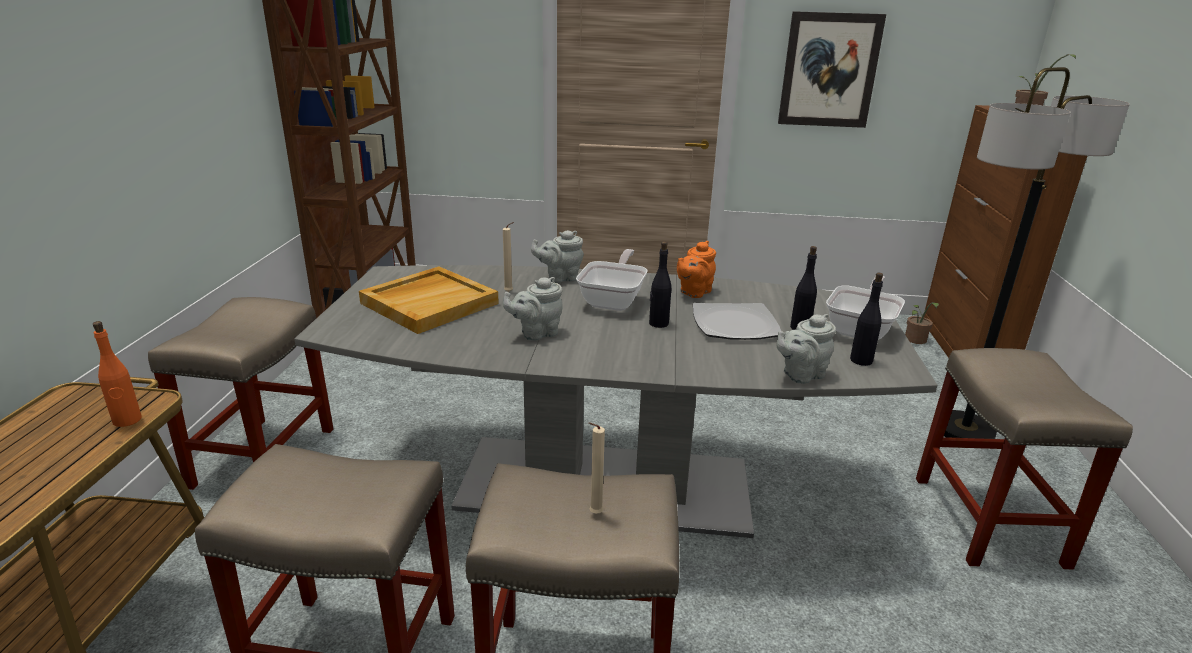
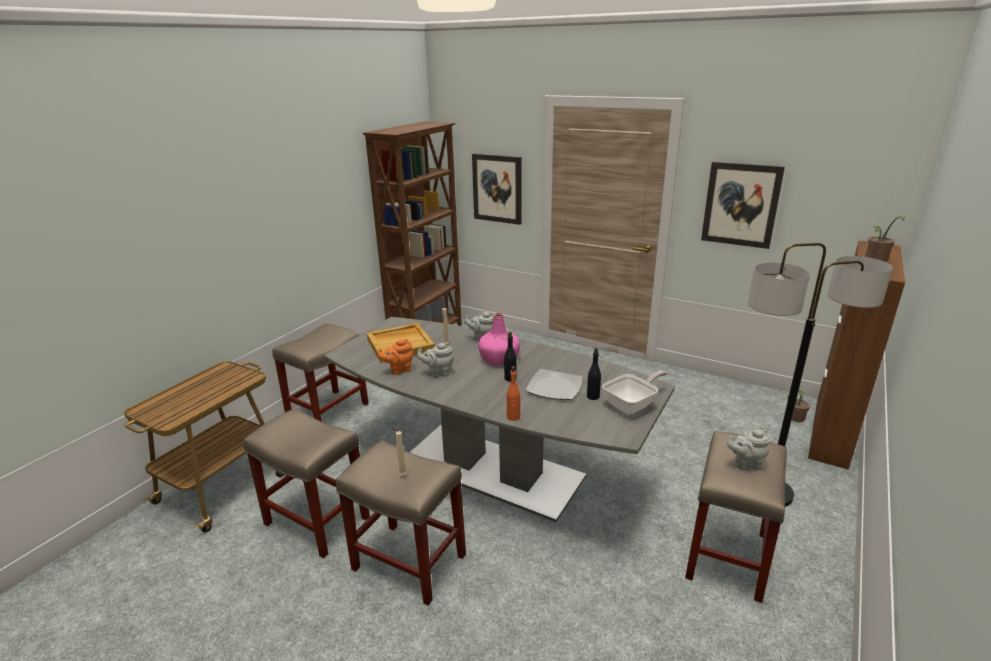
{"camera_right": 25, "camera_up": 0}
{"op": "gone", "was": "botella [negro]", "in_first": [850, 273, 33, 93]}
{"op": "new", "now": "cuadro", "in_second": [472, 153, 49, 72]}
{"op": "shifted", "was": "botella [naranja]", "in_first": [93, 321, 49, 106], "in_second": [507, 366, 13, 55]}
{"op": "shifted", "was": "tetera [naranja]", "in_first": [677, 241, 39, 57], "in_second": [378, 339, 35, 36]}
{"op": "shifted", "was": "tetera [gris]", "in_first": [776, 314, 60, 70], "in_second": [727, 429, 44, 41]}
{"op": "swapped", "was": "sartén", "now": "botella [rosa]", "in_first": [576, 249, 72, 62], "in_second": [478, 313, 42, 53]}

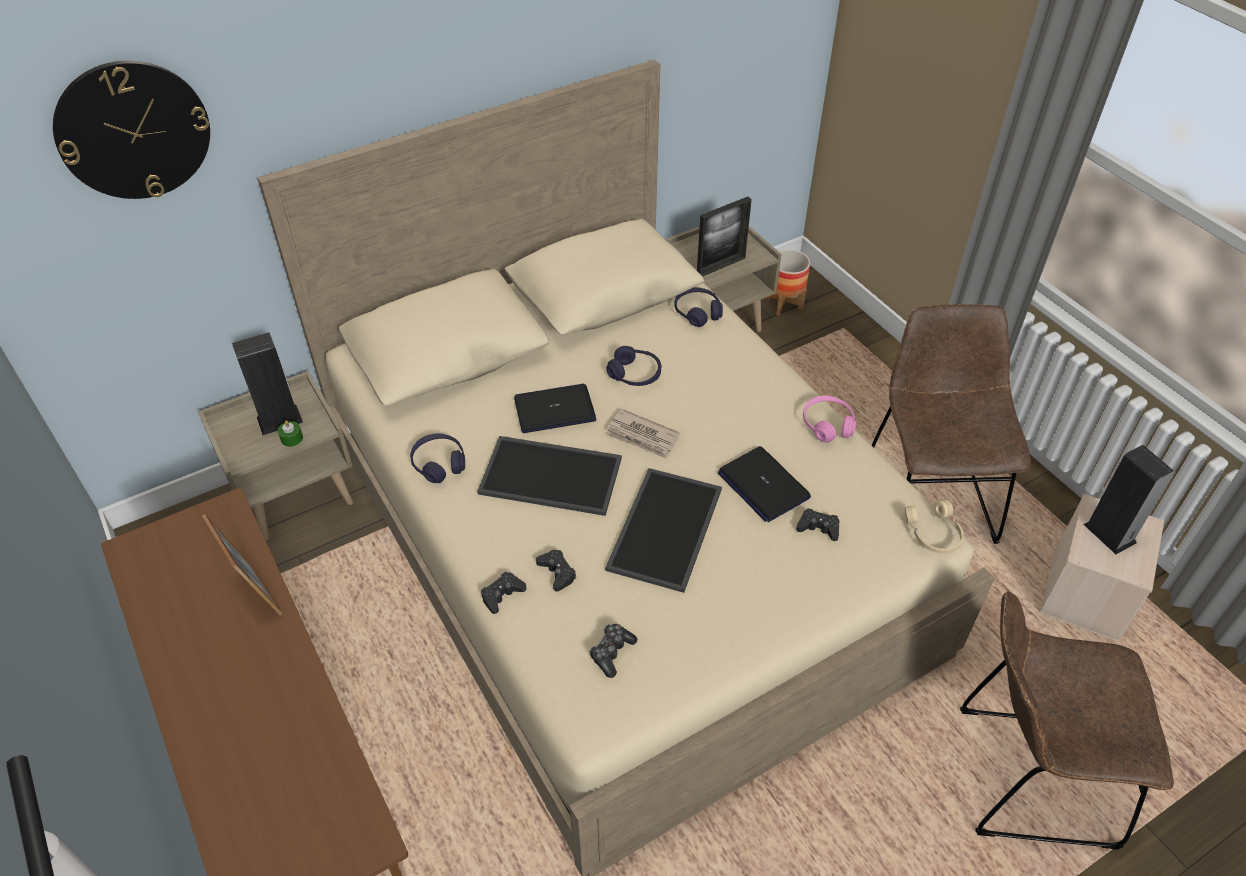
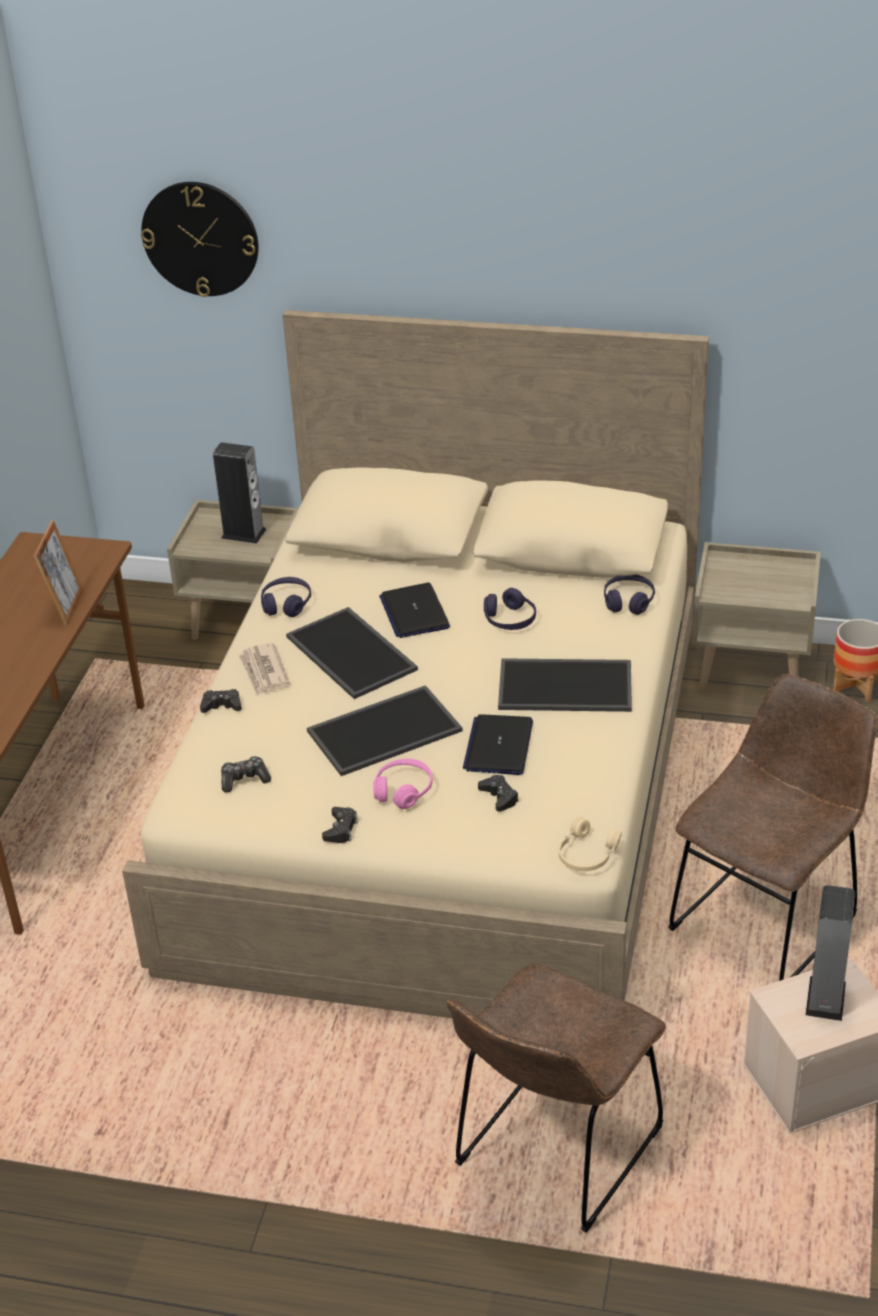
{"camera_right": 45, "camera_up": -10}
{"op": "gone", "was": "vela [verde]", "in_first": [278, 421, 25, 26]}
{"op": "gone", "was": "portarretratos", "in_first": [697, 197, 55, 80]}
{"op": "new", "now": "bandeja", "in_second": [498, 658, 134, 54]}
{"op": "shifted", "was": "mando de consola [negro]", "in_first": [536, 550, 41, 42], "in_second": [322, 807, 36, 36]}
{"op": "shifted", "was": "periódico", "in_first": [606, 409, 74, 50], "in_second": [238, 643, 52, 53]}
{"op": "shifted", "was": "auriculares [rosa]", "in_first": [803, 396, 53, 47], "in_second": [373, 759, 60, 50]}
{"op": "rotated", "was": "portátil", "in_first": [514, 384, 82, 49], "in_second": [379, 583, 71, 55], "clockwise": -135}
{"op": "rotated", "was": "silla [marrón]", "in_first": [960, 591, 214, 259], "in_second": [447, 963, 219, 270], "clockwise": -105}

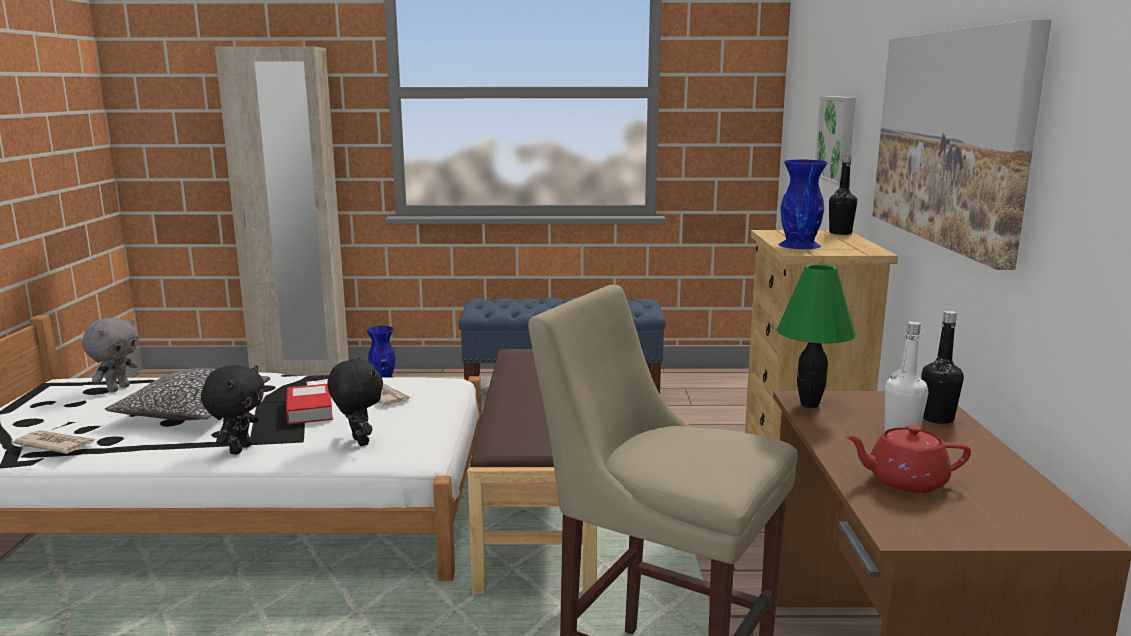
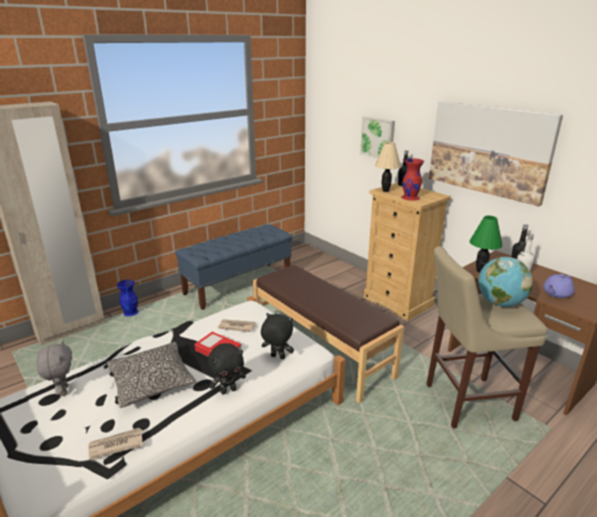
{"camera_right": -40, "camera_up": 10}
{"op": "new", "now": "lámpara de mesa [beis]", "in_second": [375, 142, 26, 50]}
{"op": "new", "now": "globo terráqueo", "in_second": [478, 257, 55, 50]}
{"op": "repainted", "was": "florero [azul]", "now": "florero [rojo]", "in_first": [778, 160, 49, 89], "in_second": [401, 158, 23, 43]}
{"op": "repainted", "was": "tetera [rojo]", "now": "tetera [morado]", "in_first": [846, 425, 125, 68], "in_second": [543, 274, 31, 24]}
{"op": "rotated", "was": "peluche [negro]", "in_first": [201, 365, 64, 90], "in_second": [208, 343, 38, 52], "clockwise": 90}

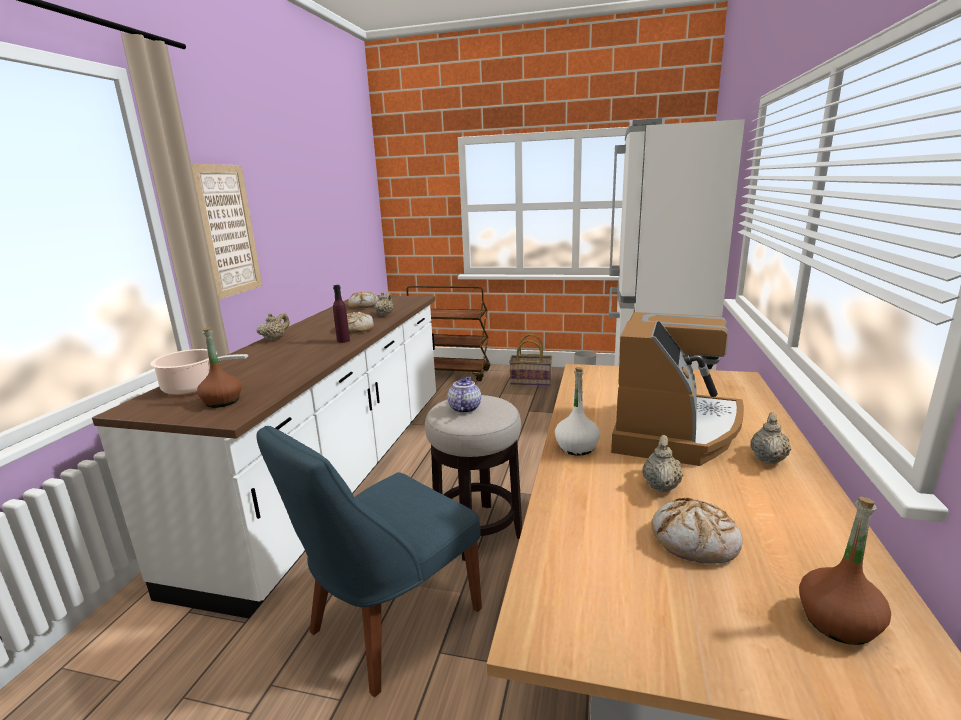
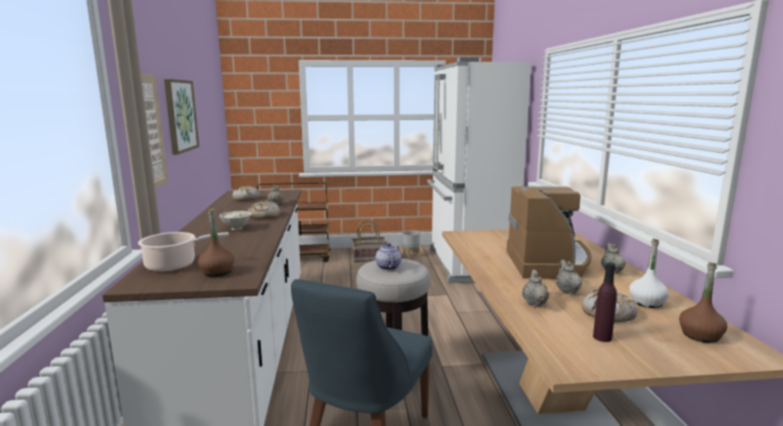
{"camera_right": -20, "camera_up": -5}
{"op": "new", "now": "cuadro", "in_second": [164, 79, 35, 76]}
{"op": "new", "now": "cuenco [blanco]", "in_second": [219, 211, 33, 19]}
{"op": "shifted", "was": "tetera [beis]", "in_first": [257, 313, 33, 28], "in_second": [522, 270, 28, 37]}
{"op": "shifted", "was": "botella [morado]", "in_first": [333, 285, 17, 58], "in_second": [593, 263, 24, 79]}
{"op": "shifted", "was": "botella [blanco]", "in_first": [555, 367, 45, 88], "in_second": [629, 239, 40, 69]}

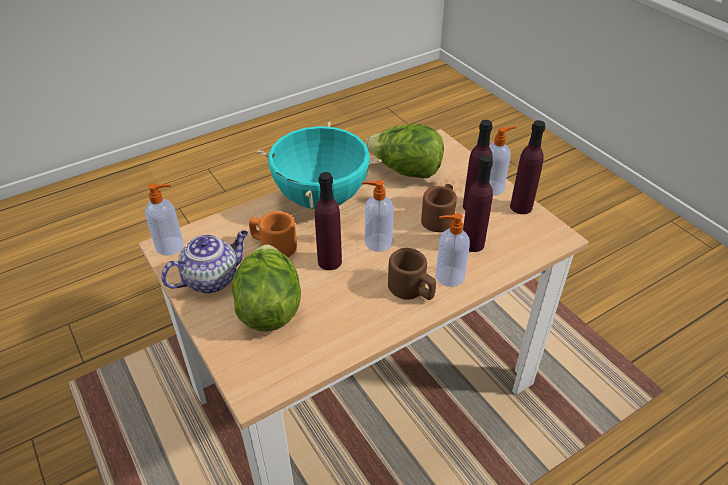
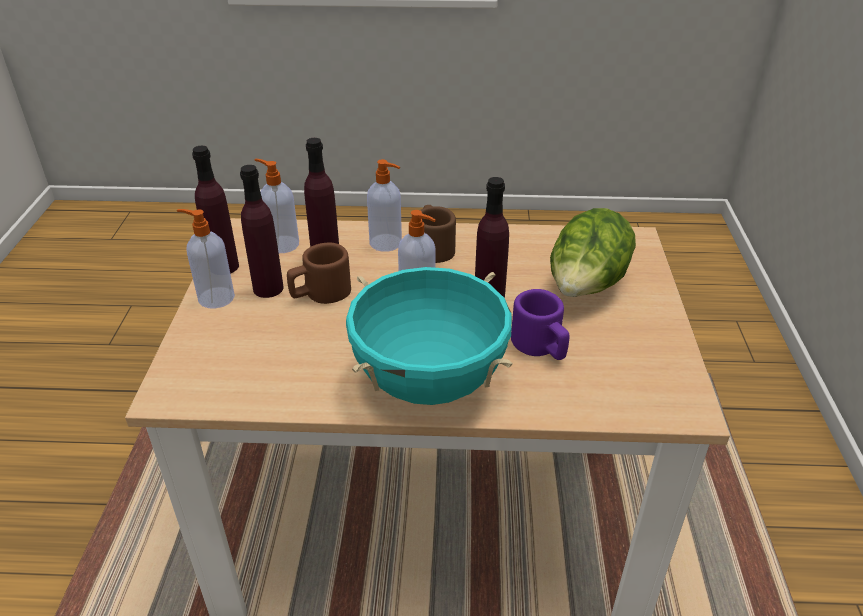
{"camera_right": -145, "camera_up": -5}
{"op": "gone", "was": "tetera", "in_first": [161, 230, 87, 64]}
{"op": "gone", "was": "lechuga", "in_first": [365, 124, 79, 54]}
{"op": "shifted", "was": "dispensador de jabón", "in_first": [145, 183, 39, 72], "in_second": [254, 159, 45, 94]}
{"op": "repainted", "was": "taza grande [naranja]", "now": "taza grande [morado]", "in_first": [249, 211, 48, 46], "in_second": [511, 289, 58, 71]}

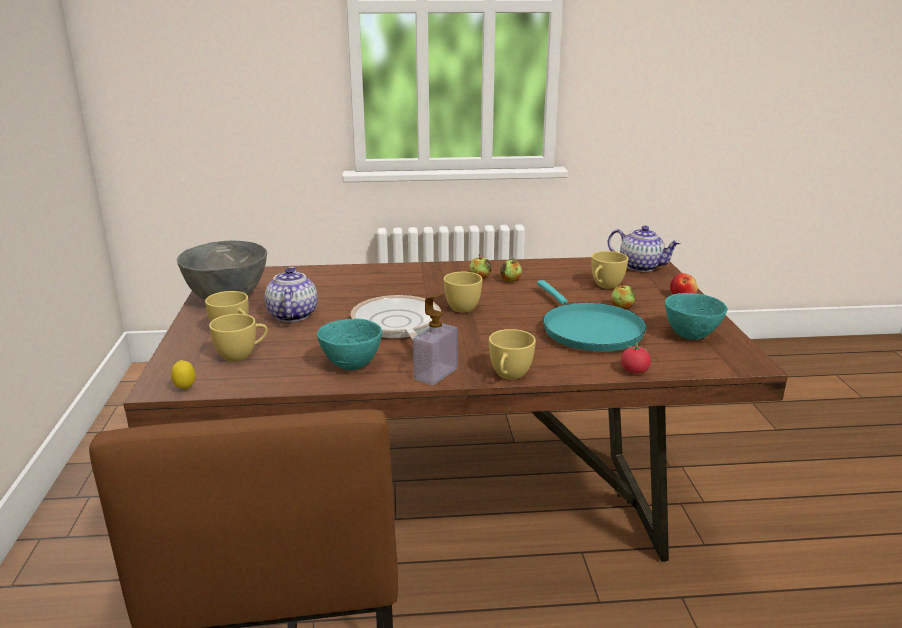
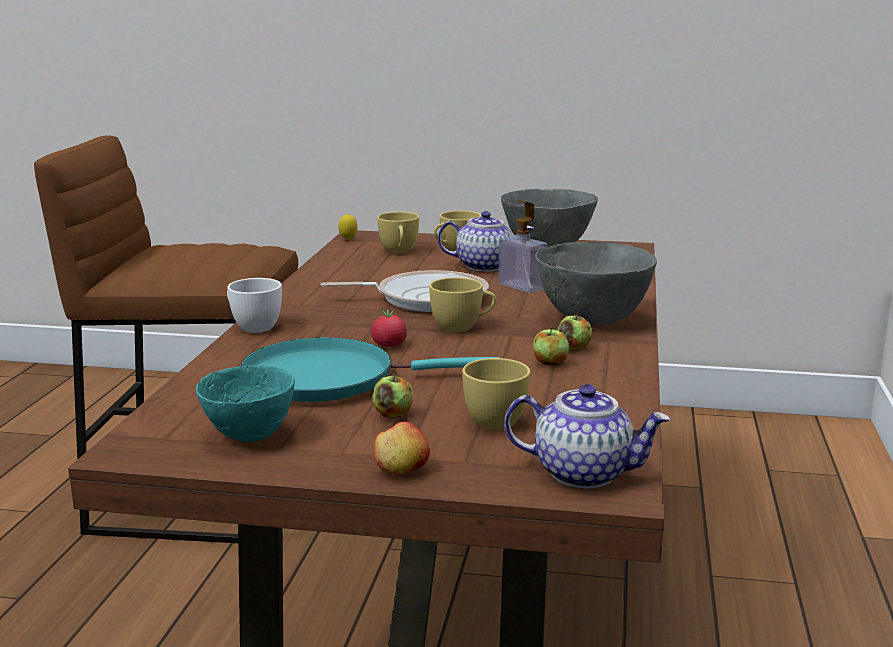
{"camera_right": 105, "camera_up": -5}
{"op": "gone", "was": "cuenco [turquesa]", "in_first": [317, 318, 65, 52]}
{"op": "new", "now": "cuenco [gris]", "in_second": [535, 242, 122, 83]}
{"op": "shifted", "was": "dispensador de jabón", "in_first": [413, 294, 45, 91], "in_second": [498, 200, 50, 93]}
{"op": "shifted", "was": "tomate", "in_first": [621, 342, 30, 32], "in_second": [371, 308, 36, 39]}
{"op": "repainted", "was": "taza [amarillo]", "now": "taza [blanco]", "in_first": [489, 329, 47, 51], "in_second": [227, 278, 55, 55]}
{"op": "rotated", "was": "tetera", "in_first": [608, 226, 73, 46], "in_second": [504, 384, 166, 105], "clockwise": -120}

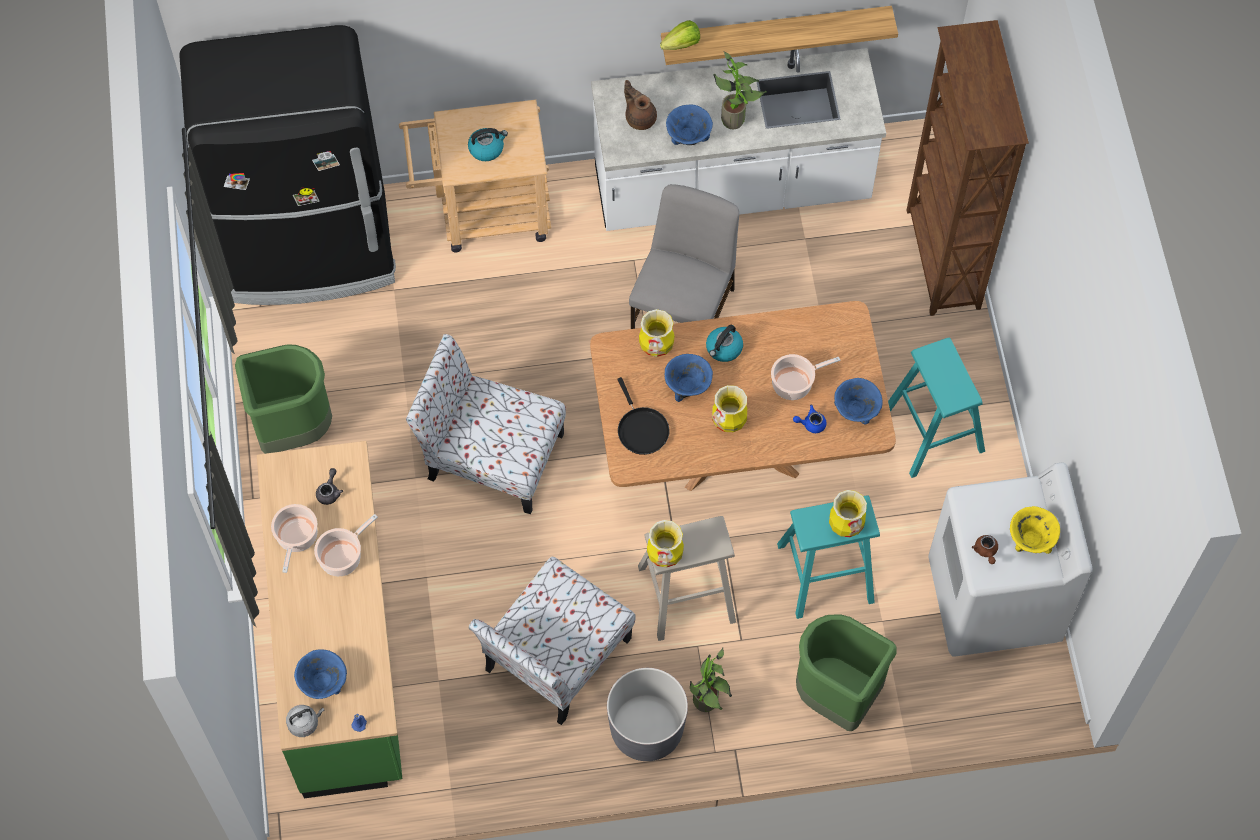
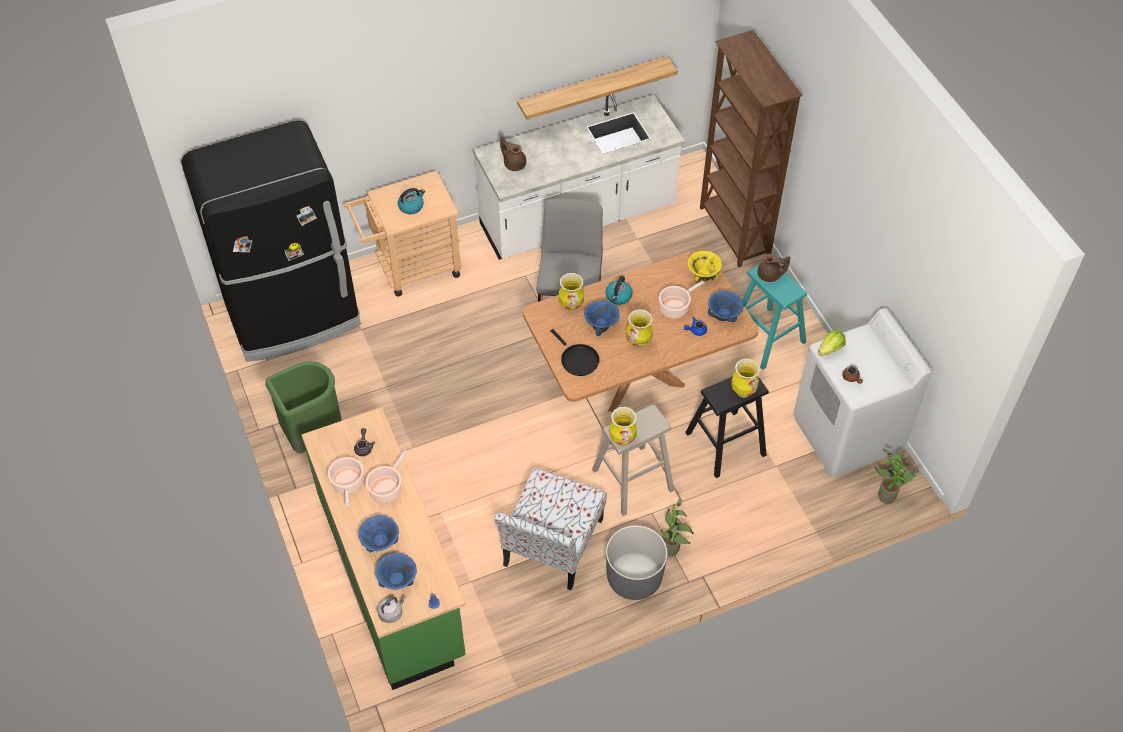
{"camera_right": -15, "camera_up": -10}
{"op": "gone", "was": "silla", "in_first": [406, 334, 160, 180]}
{"op": "gone", "was": "papelera [verde]", "in_first": [796, 614, 101, 117]}
{"op": "new", "now": "tetera [marrón]", "in_second": [758, 254, 33, 28]}
{"op": "shifted", "was": "lechuga", "in_first": [660, 20, 40, 30], "in_second": [818, 330, 28, 26]}
{"op": "shifted", "was": "cuenco [azul]", "in_first": [666, 105, 47, 40], "in_second": [358, 515, 41, 37]}
{"op": "shifted", "was": "planta en maceta", "in_first": [713, 51, 54, 78], "in_second": [874, 449, 45, 55]}
{"op": "shifted", "was": "cuenco [amarillo]", "in_first": [1010, 506, 50, 48], "in_second": [688, 251, 34, 32]}
{"op": "repainted", "was": "taburete [turquesa]", "now": "taburete [negro]", "in_first": [777, 496, 103, 123], "in_second": [685, 376, 84, 102]}

